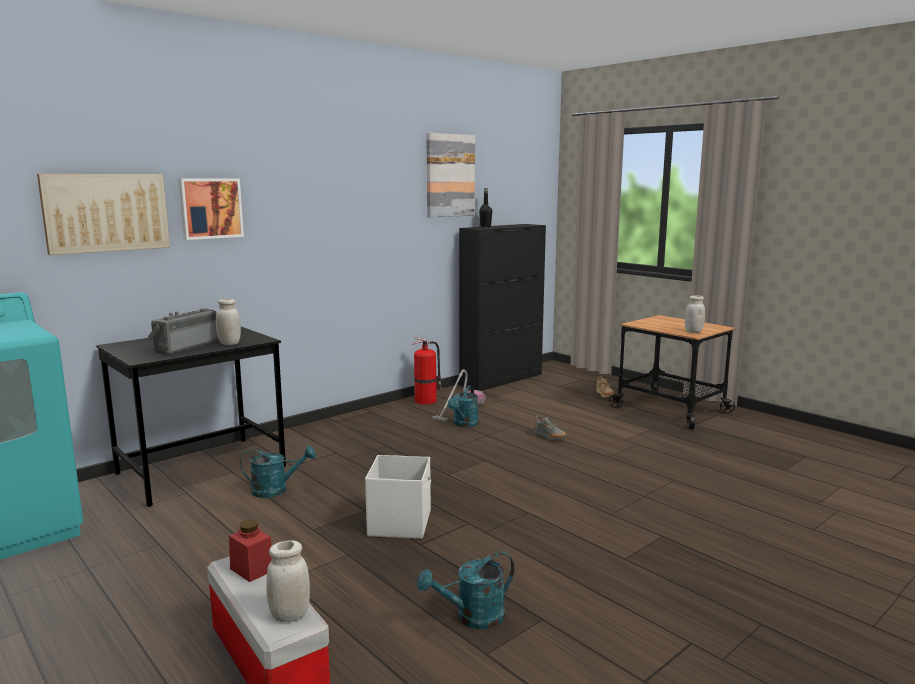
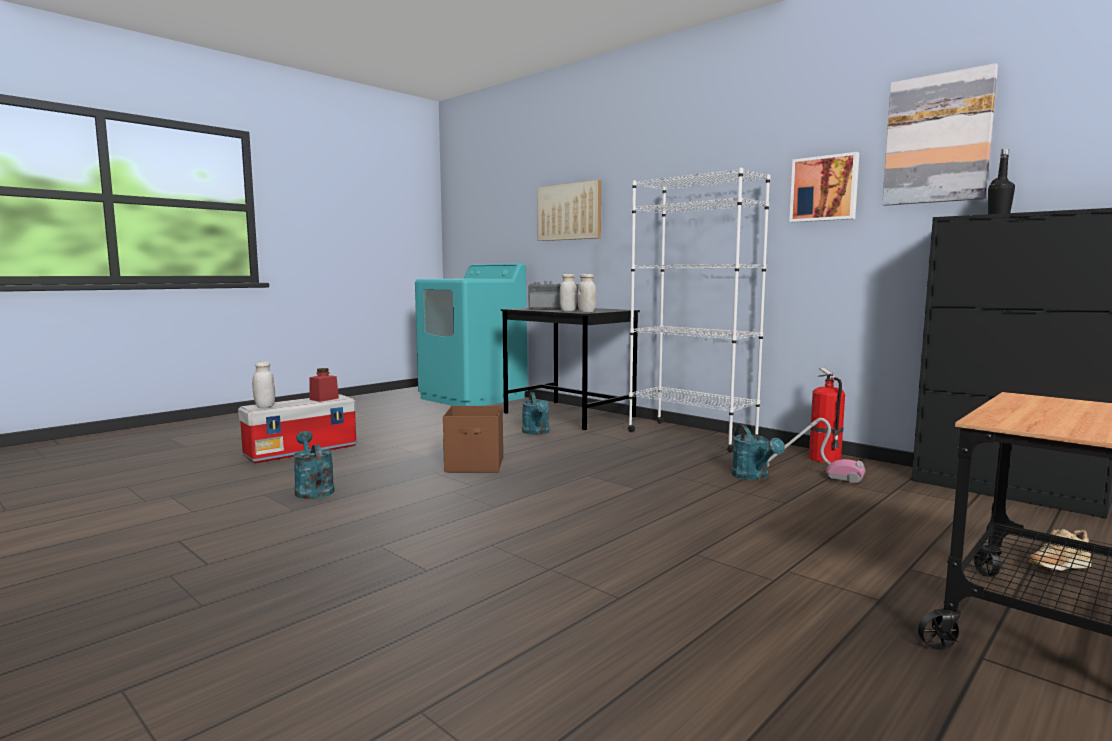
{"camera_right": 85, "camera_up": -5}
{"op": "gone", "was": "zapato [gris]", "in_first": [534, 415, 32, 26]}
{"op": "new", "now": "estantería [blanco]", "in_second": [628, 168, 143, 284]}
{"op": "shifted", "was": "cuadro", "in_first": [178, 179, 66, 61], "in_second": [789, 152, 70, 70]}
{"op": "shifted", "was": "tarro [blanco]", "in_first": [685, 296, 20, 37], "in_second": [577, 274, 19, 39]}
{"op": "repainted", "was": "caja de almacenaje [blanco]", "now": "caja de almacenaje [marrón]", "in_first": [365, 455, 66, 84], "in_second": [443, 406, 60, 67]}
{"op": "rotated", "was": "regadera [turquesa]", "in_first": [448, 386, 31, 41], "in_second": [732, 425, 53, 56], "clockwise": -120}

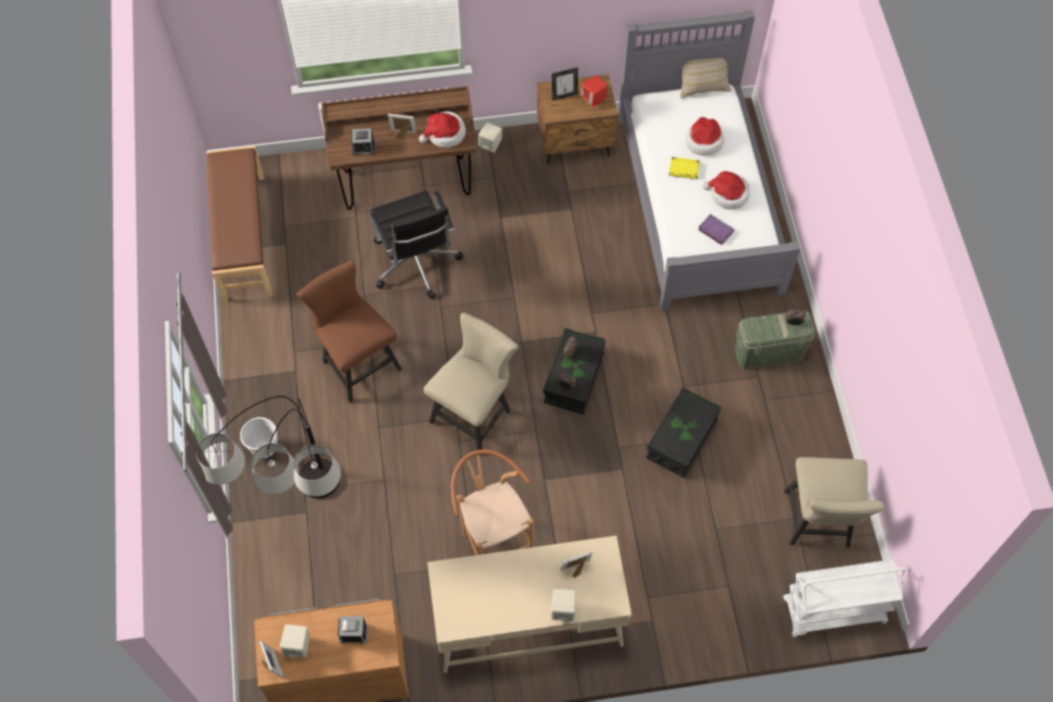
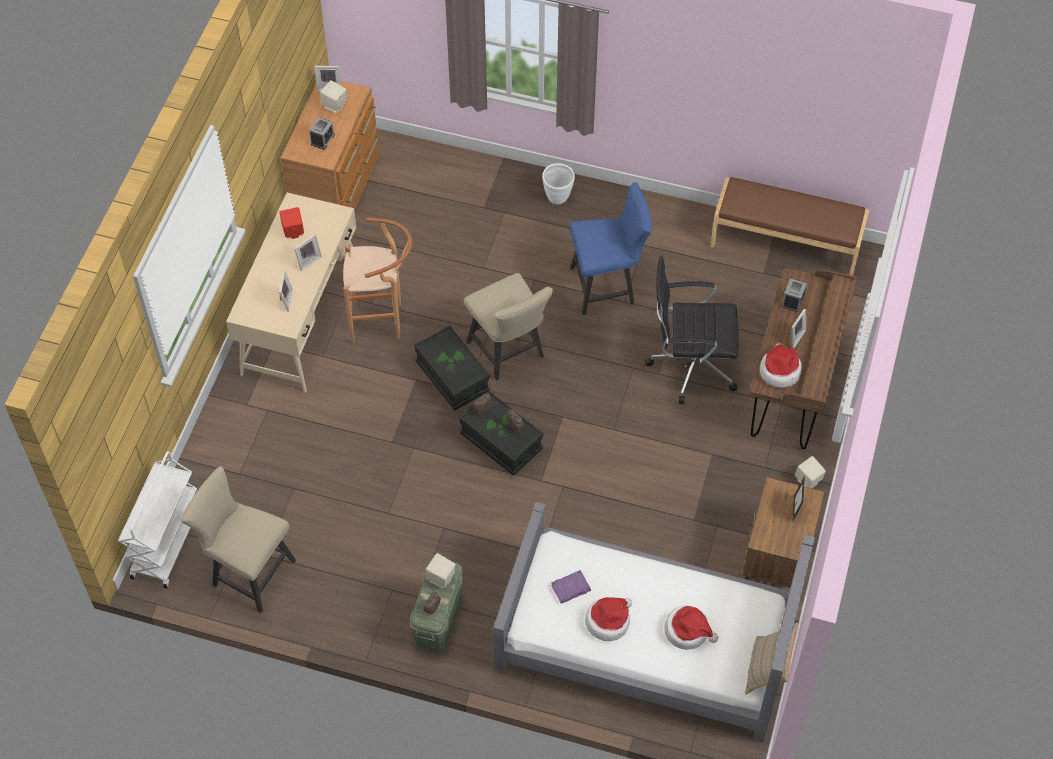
{"camera_right": 115, "camera_up": -5}
{"op": "gone", "was": "lámpara de pie", "in_first": [196, 396, 145, 103]}
{"op": "gone", "was": "libro [amarillo]", "in_first": [669, 157, 31, 22]}
{"op": "new", "now": "portarretratos", "in_second": [294, 234, 28, 37]}
{"op": "shifted", "was": "altavoz [beis]", "in_first": [551, 589, 25, 32], "in_second": [425, 553, 31, 35]}
{"op": "shifted", "was": "altavoz [rojo]", "in_first": [580, 75, 28, 33], "in_second": [279, 207, 25, 32]}
{"op": "shifted", "was": "caja de almacenaje [negro]", "in_first": [646, 387, 76, 91], "in_second": [414, 325, 76, 86]}
{"op": "repainted", "was": "silla [marrón]", "now": "silla [azul]", "in_first": [296, 260, 106, 143], "in_second": [569, 182, 83, 133]}

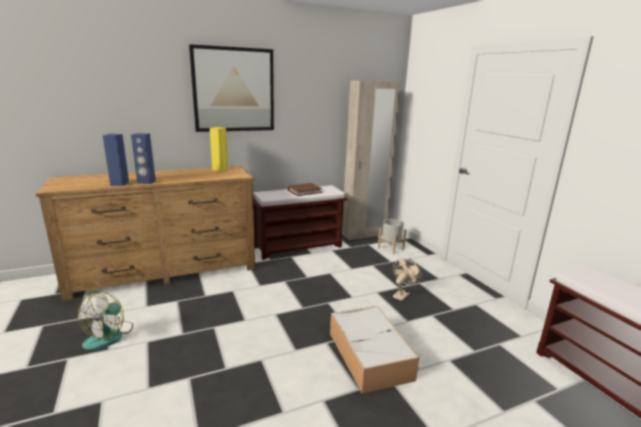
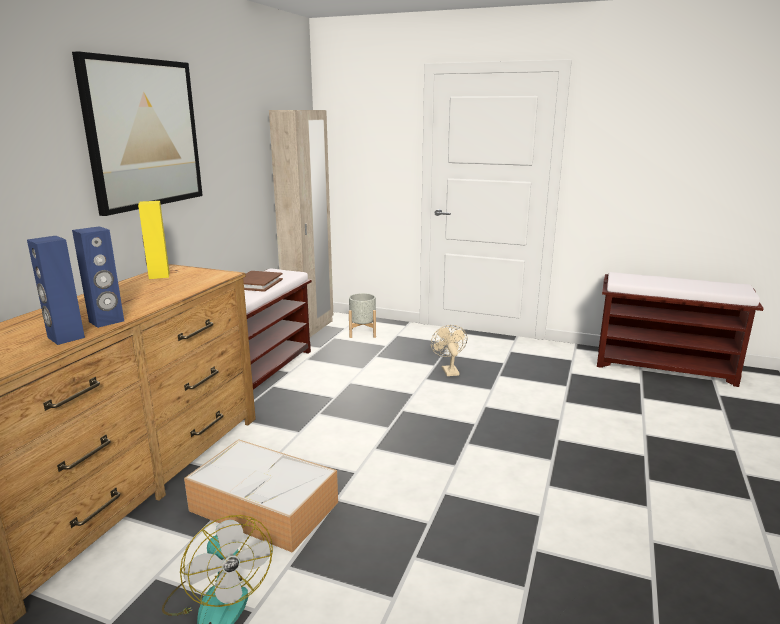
{"camera_right": -45, "camera_up": 0}
{"op": "shifted", "was": "caja de almacenaje", "in_first": [330, 306, 89, 88], "in_second": [184, 439, 154, 114]}

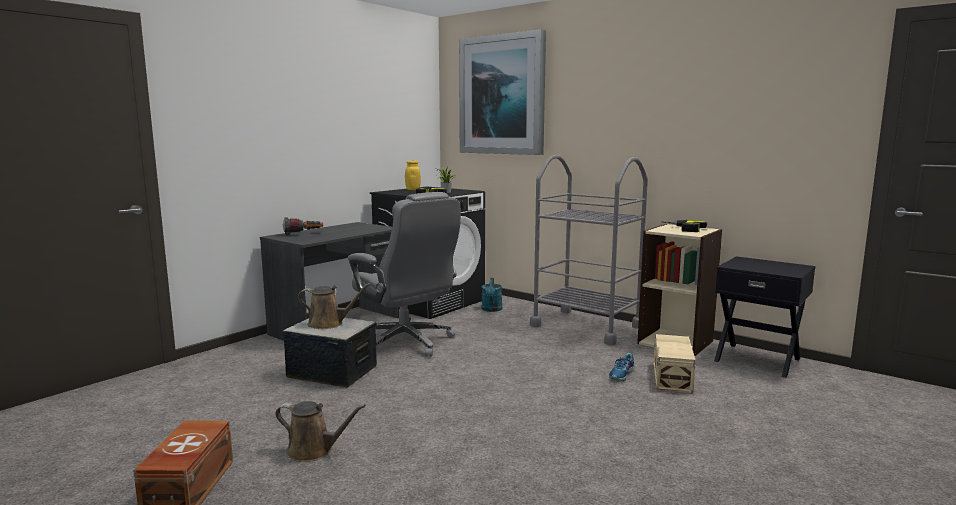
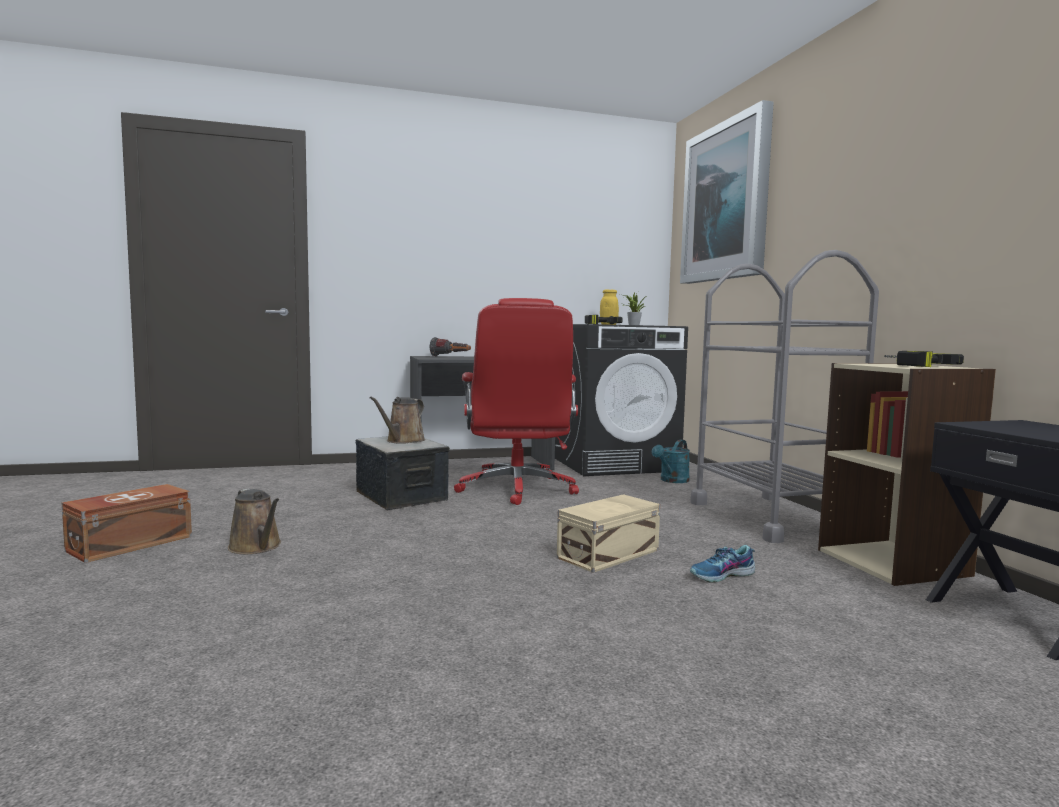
{"camera_right": 35, "camera_up": -5}
{"op": "shifted", "was": "caja de almacenaje [beis]", "in_first": [654, 334, 42, 59], "in_second": [557, 494, 103, 79]}
{"op": "repainted", "was": "silla de oficina [gris]", "now": "silla de oficina [rojo]", "in_first": [348, 192, 113, 165], "in_second": [454, 298, 125, 207]}
{"op": "rotated", "was": "regadera [marrón]", "in_first": [298, 283, 73, 46], "in_second": [370, 397, 55, 47], "clockwise": 75}

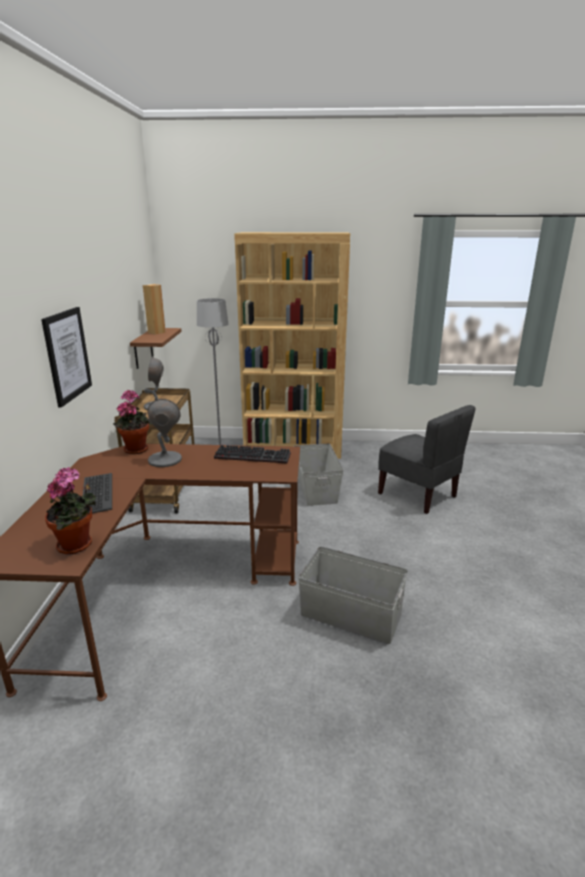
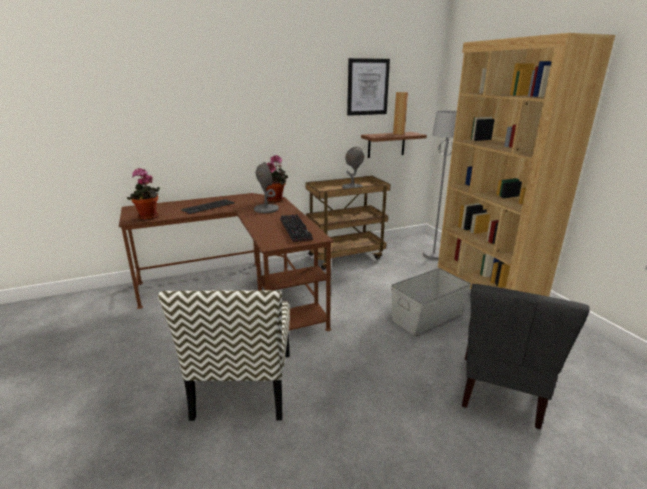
{"camera_right": 65, "camera_up": 0}
{"op": "shifted", "was": "cuadro", "in_first": [41, 307, 51, 100], "in_second": [347, 58, 43, 58]}
{"op": "swapped", "was": "caja de almacenaje [gris]", "now": "silla", "in_first": [298, 546, 110, 98], "in_second": [158, 291, 132, 130]}

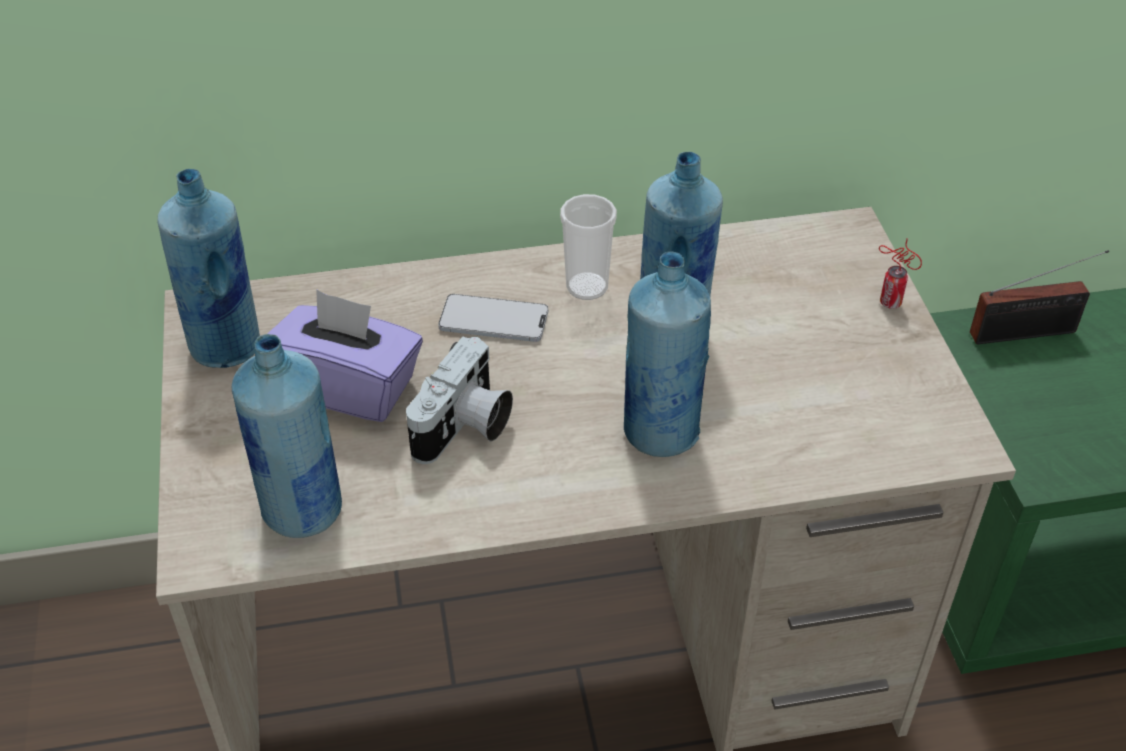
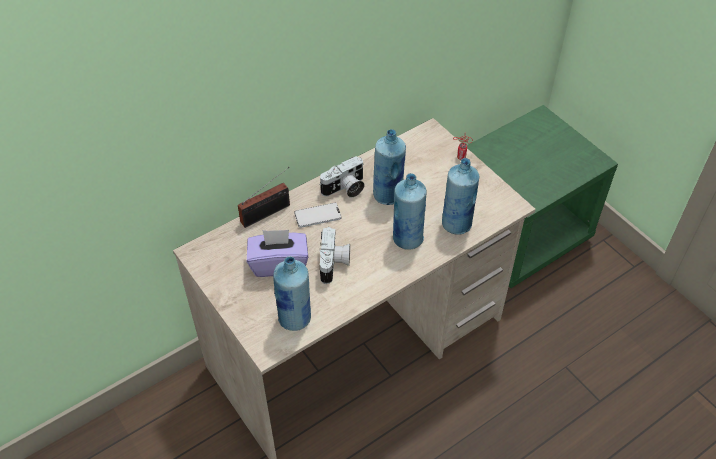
{"camera_right": -25, "camera_up": 5}
{"op": "shifted", "was": "botella [azul]", "in_first": [157, 169, 103, 199], "in_second": [442, 158, 37, 77]}
{"op": "shifted", "was": "radio", "in_first": [970, 250, 139, 94], "in_second": [238, 167, 52, 61]}
{"op": "swapped", "was": "taza", "now": "cámara", "in_first": [560, 194, 57, 106], "in_second": [320, 156, 45, 41]}

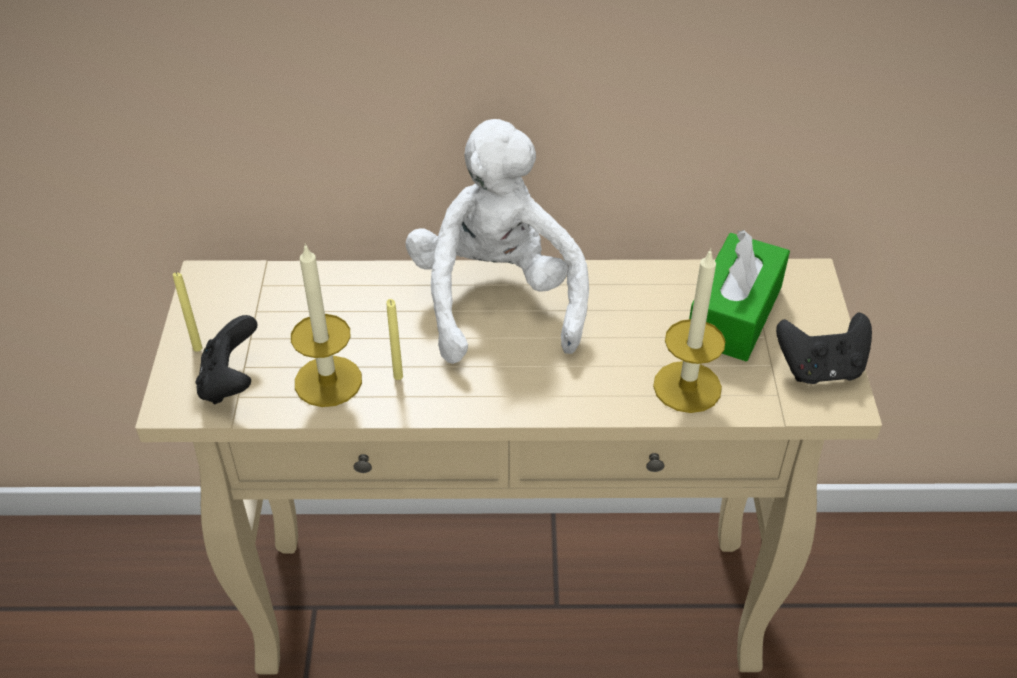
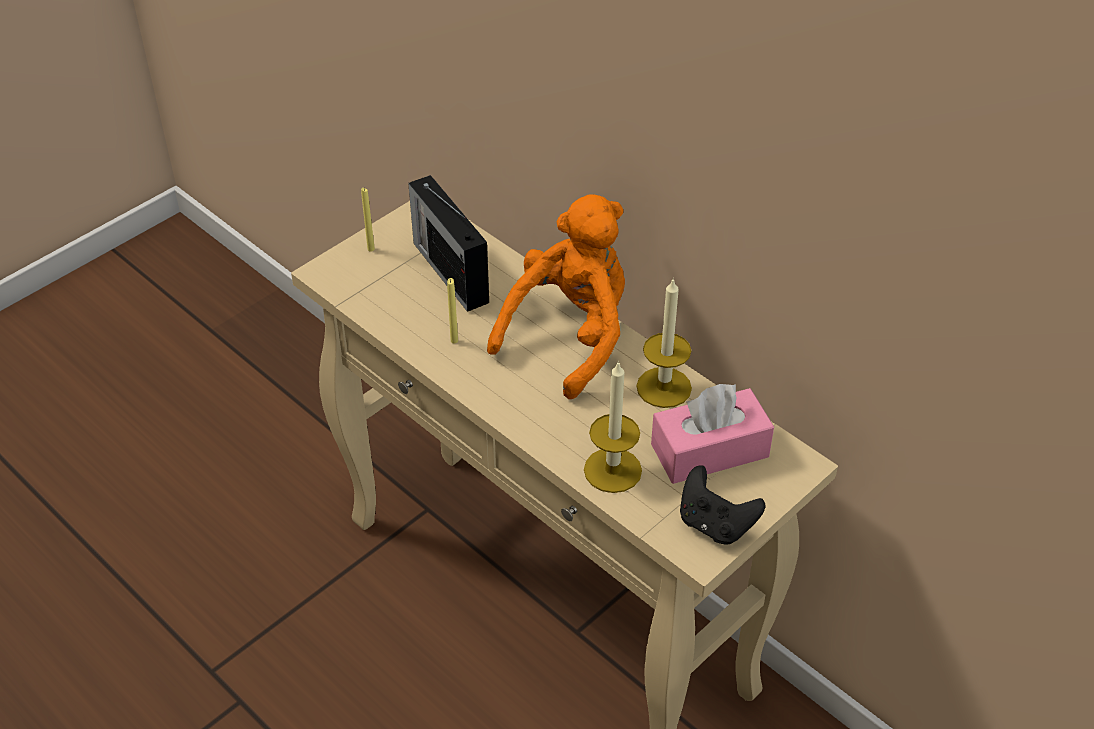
{"camera_right": 45, "camera_up": 0}
{"op": "gone", "was": "mando de consola [negro]", "in_first": [195, 315, 62, 89]}
{"op": "new", "now": "radio", "in_second": [408, 175, 81, 137]}
{"op": "shifted", "was": "vela", "in_first": [291, 243, 71, 164], "in_second": [636, 277, 56, 131]}
{"op": "repainted", "was": "peluche [blanco]", "now": "peluche [naranja]", "in_first": [406, 119, 183, 245], "in_second": [487, 194, 138, 205]}
{"op": "repainted", "was": "caja de pañuelos [verde]", "now": "caja de pañuelos [rosa]", "in_first": [689, 230, 101, 131], "in_second": [651, 384, 123, 100]}

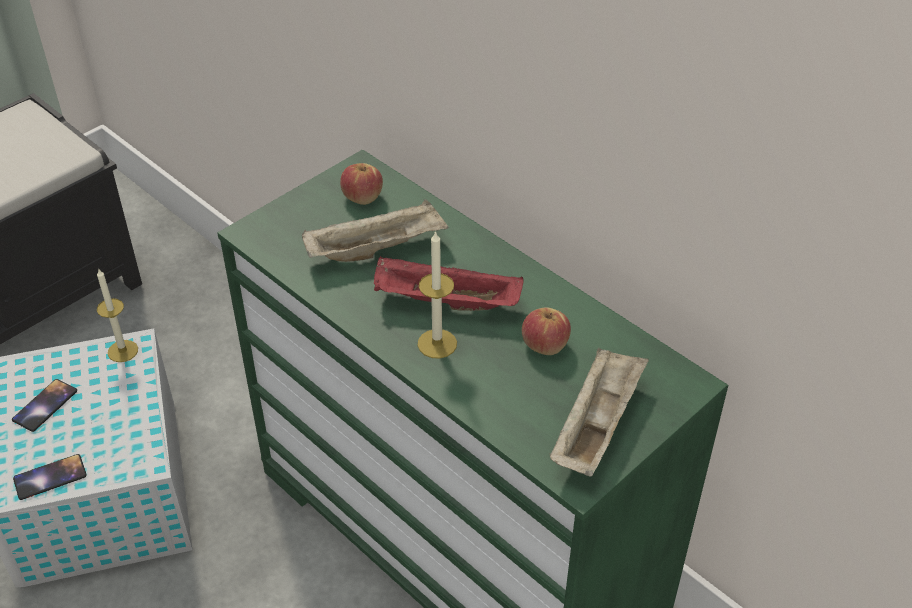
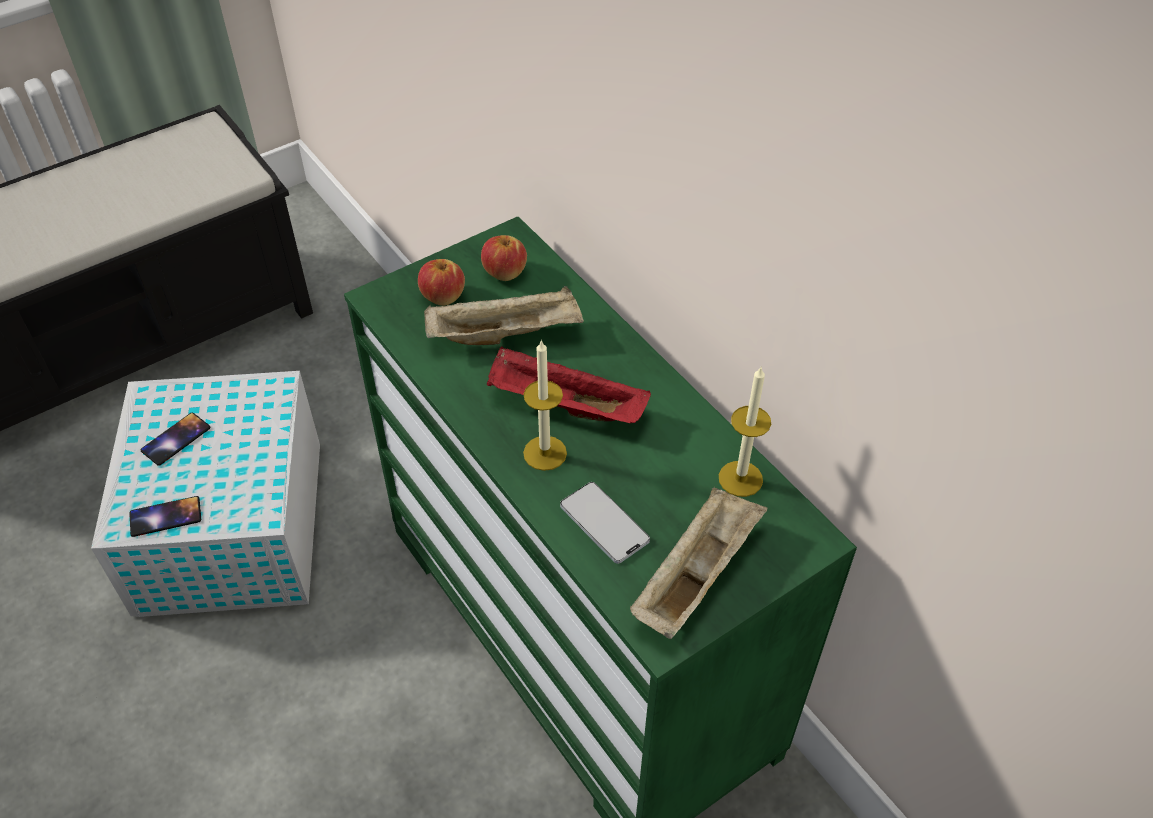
{"camera_right": 10, "camera_up": 5}
{"op": "new", "now": "móvil", "in_second": [560, 482, 90, 82]}
{"op": "shifted", "was": "vela", "in_first": [97, 268, 41, 94], "in_second": [719, 367, 52, 130]}
{"op": "shifted", "was": "manzana", "in_first": [522, 307, 49, 48], "in_second": [418, 259, 47, 47]}

